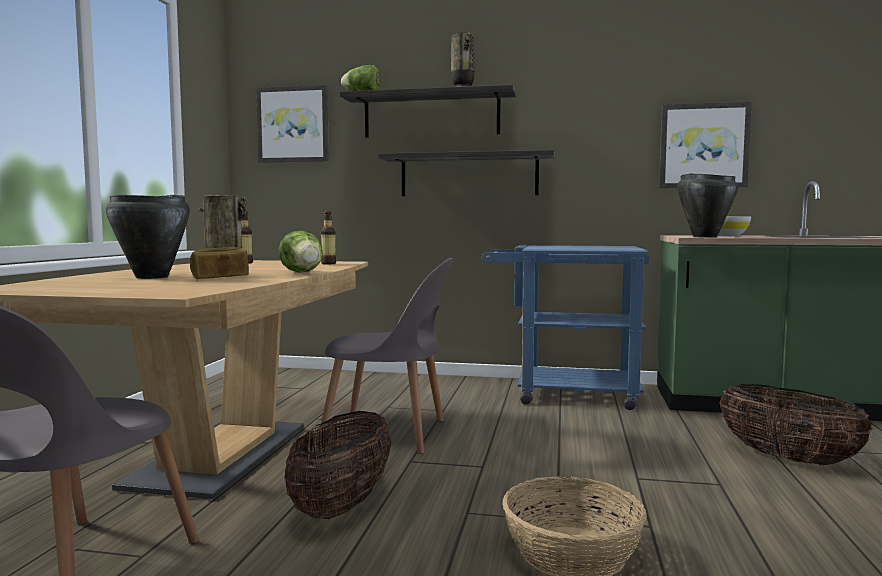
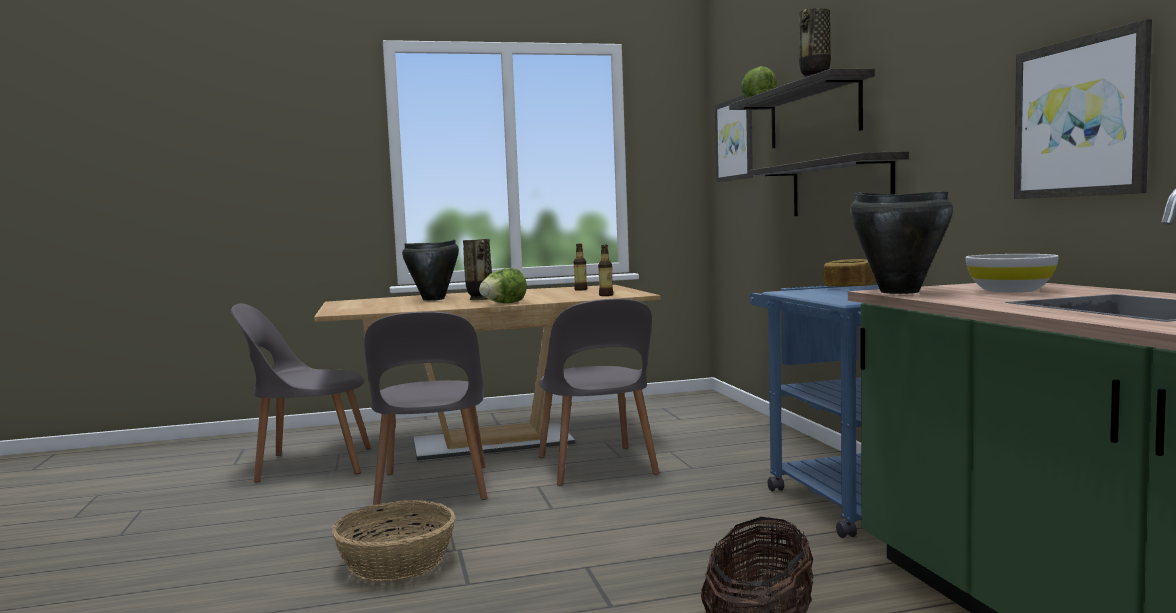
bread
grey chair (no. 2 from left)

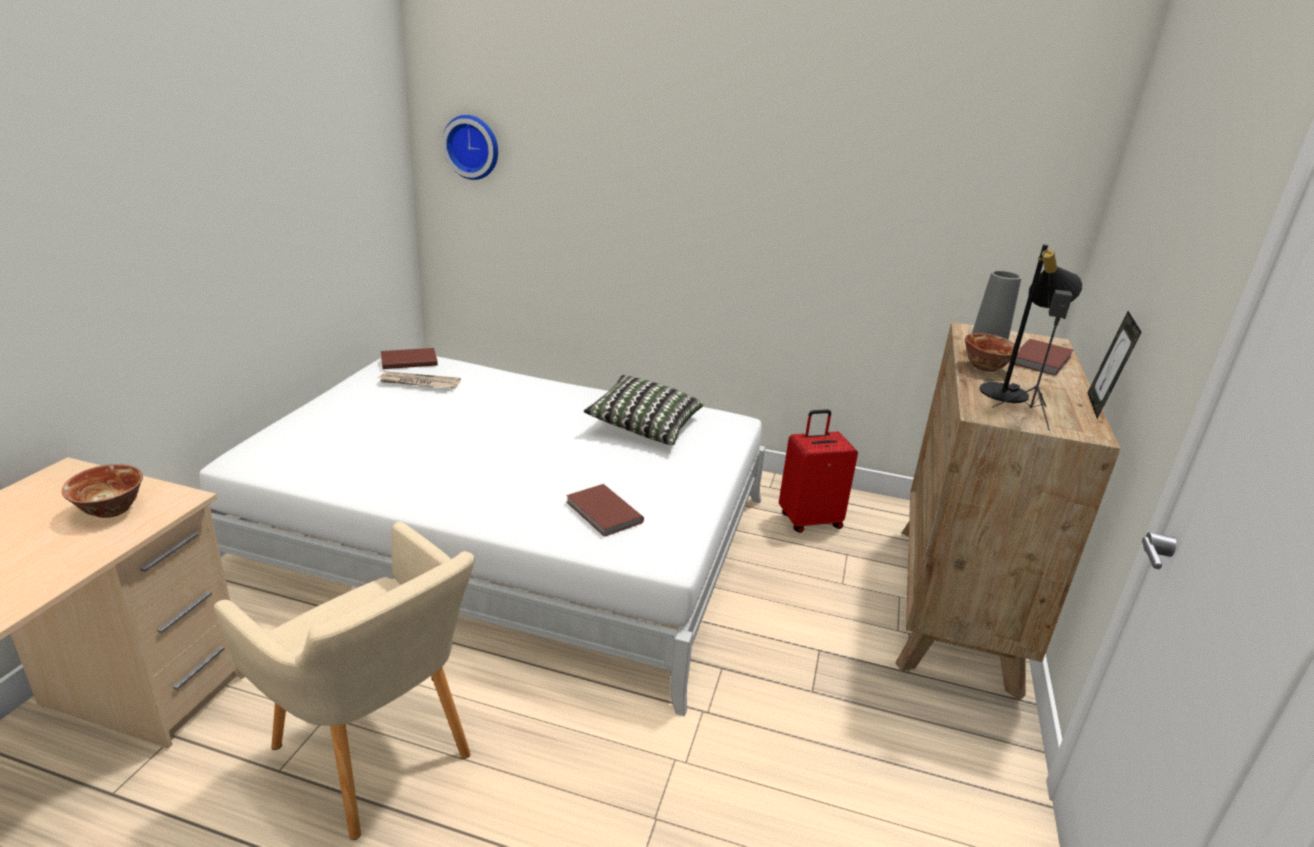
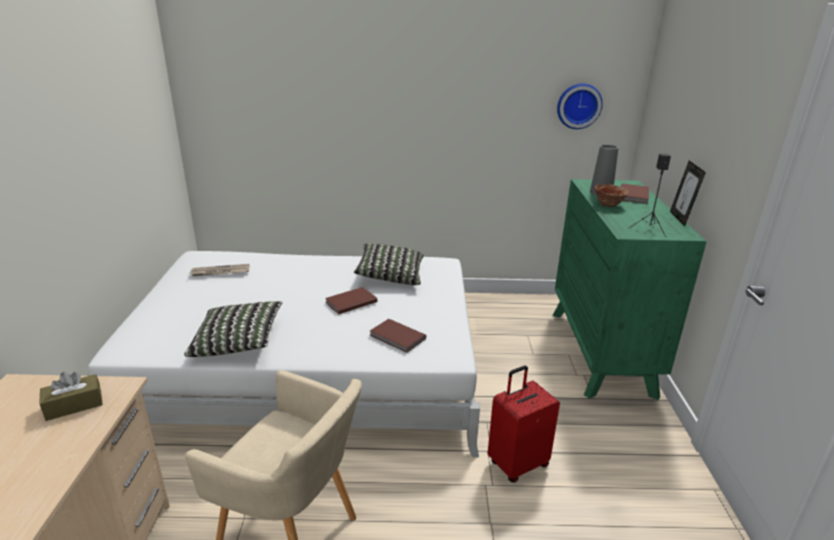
brown tissue box
brown book (no. 1 from left)
wall clock
red suitcase
green dresser
black table lamp
pillow (no. 1 from left)

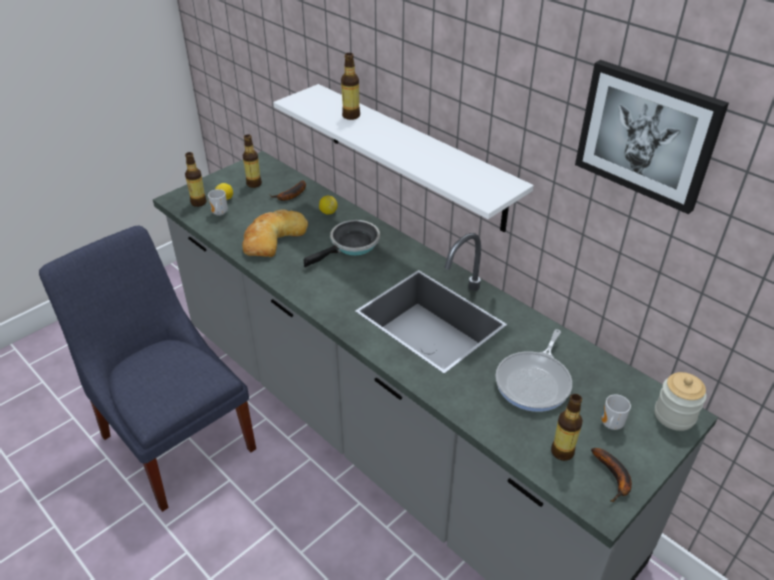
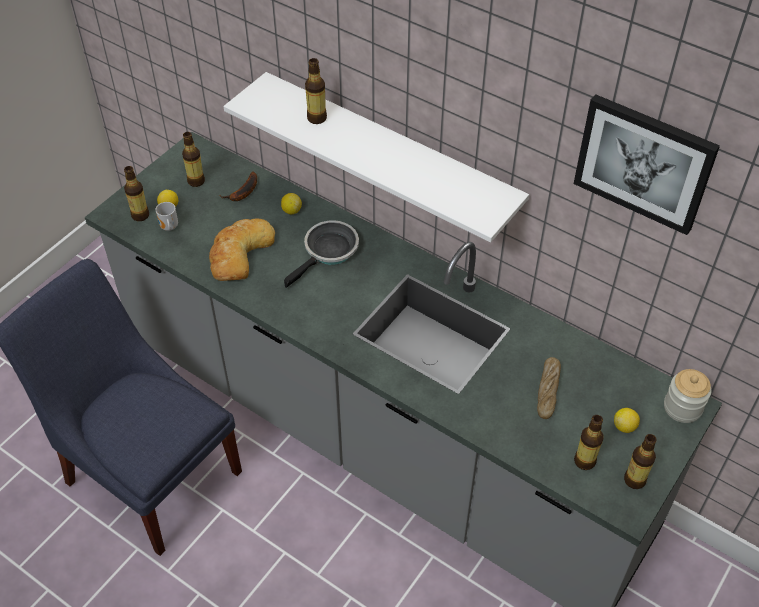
bread (no. 2 from left)
bottle (no. 5 from left)
lemon (no. 3 from left)

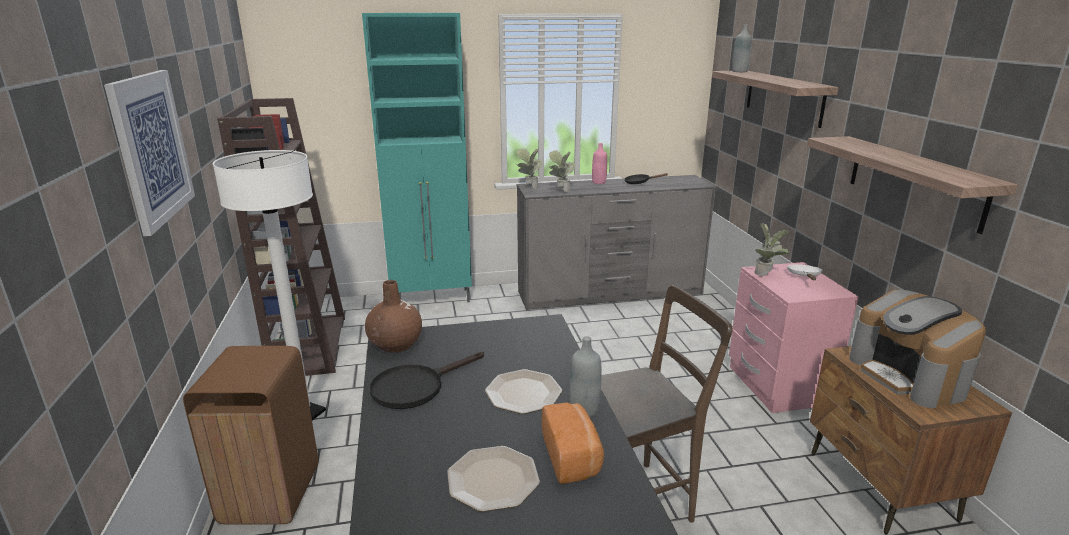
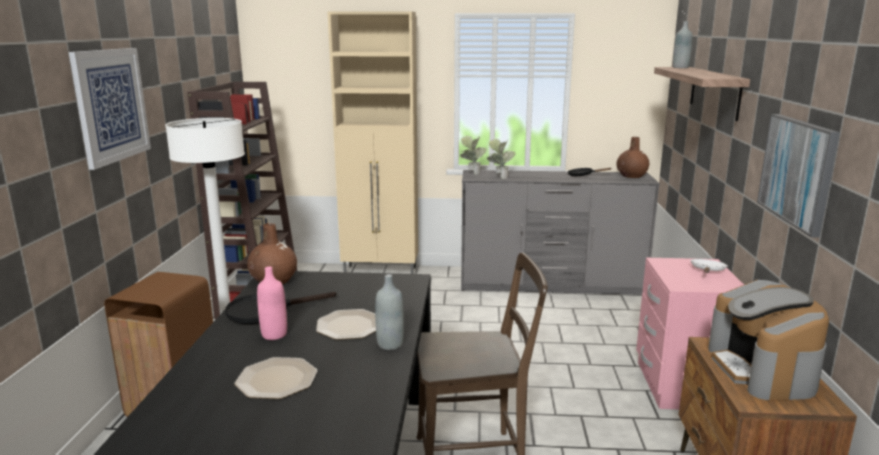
beige cabinet
bread
pink bottle
potted plant (no. 3 from left in the first image)
picture (no. 2 from left)
brown vase (no. 2 from left)

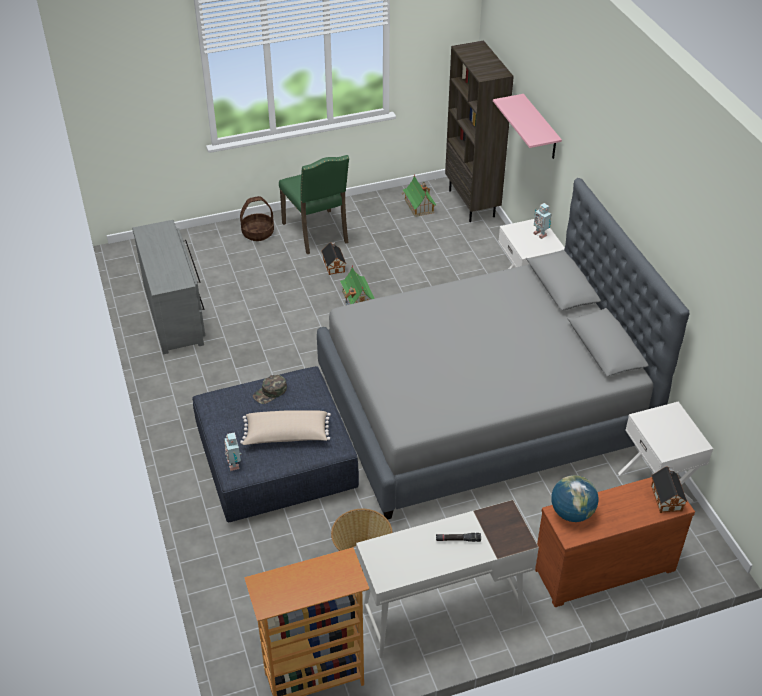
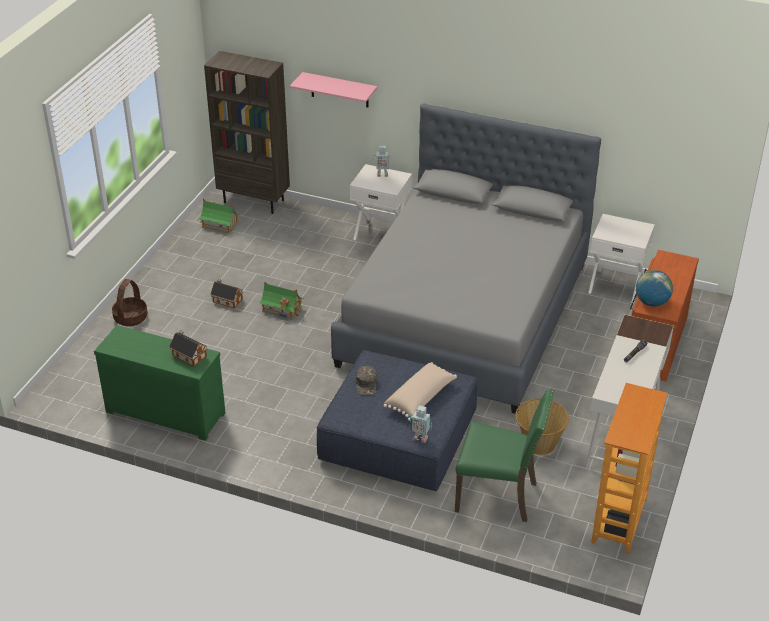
green dresser
green chair
toy house (no. 1 from left)

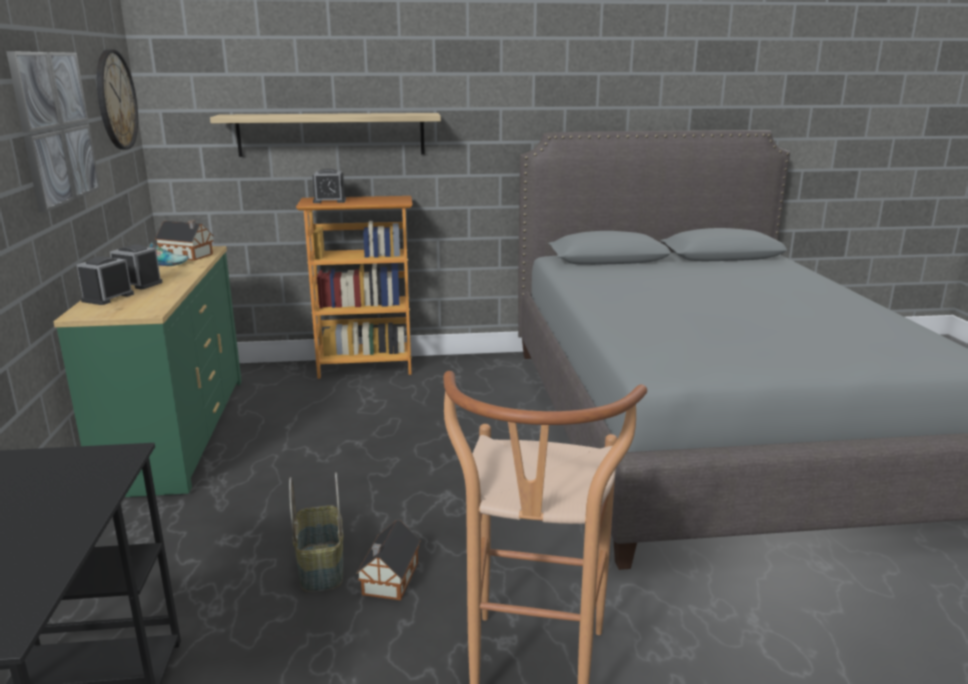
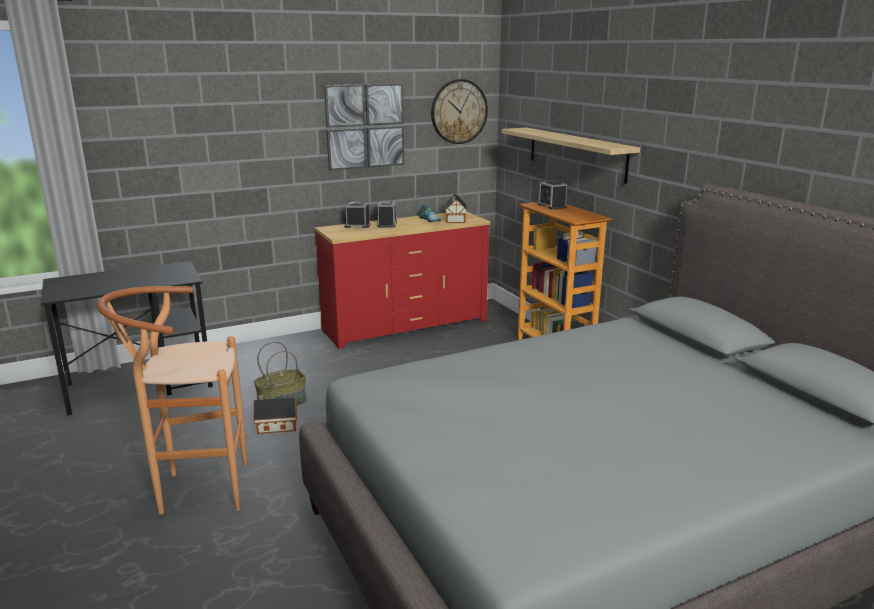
red dresser

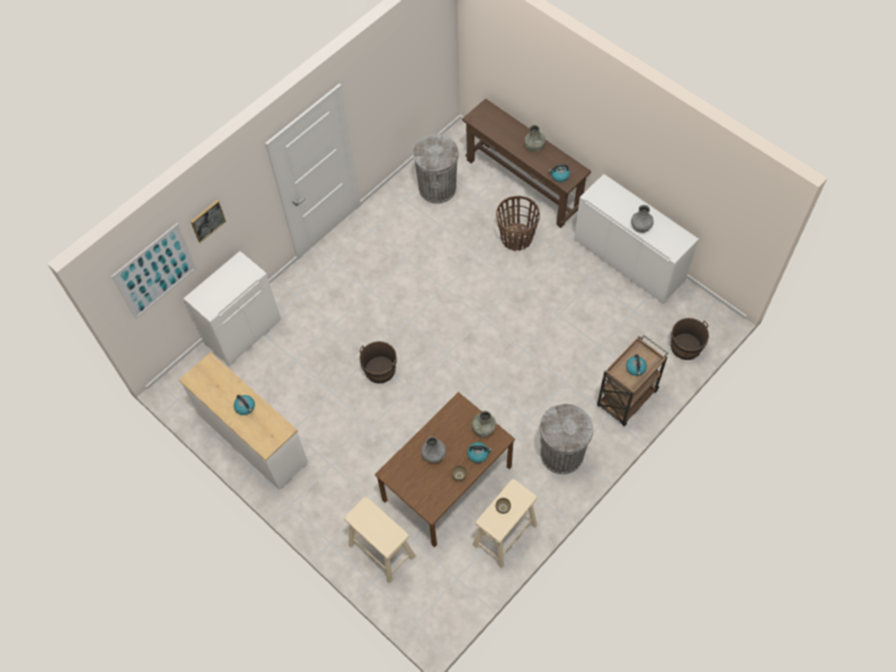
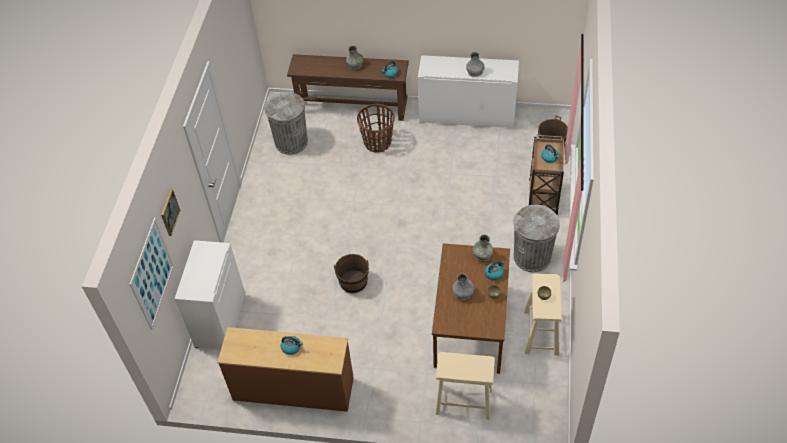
brown dresser

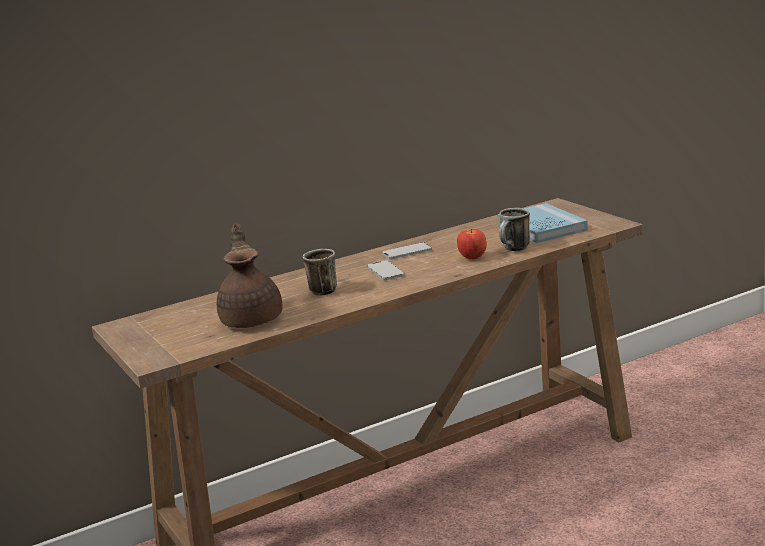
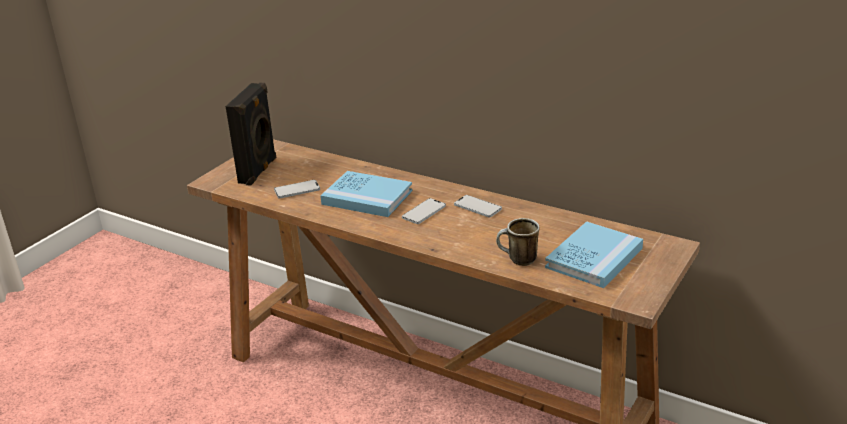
phone (no. 1 from left)
blue book (no. 1 from left)
apple
black speaker

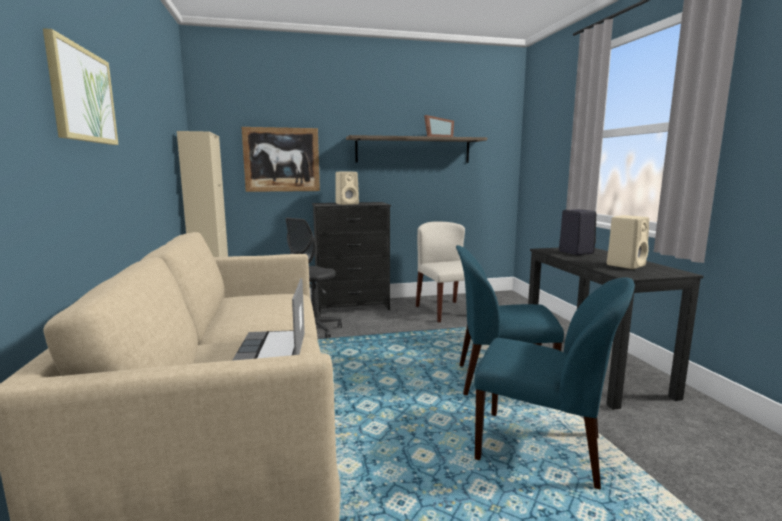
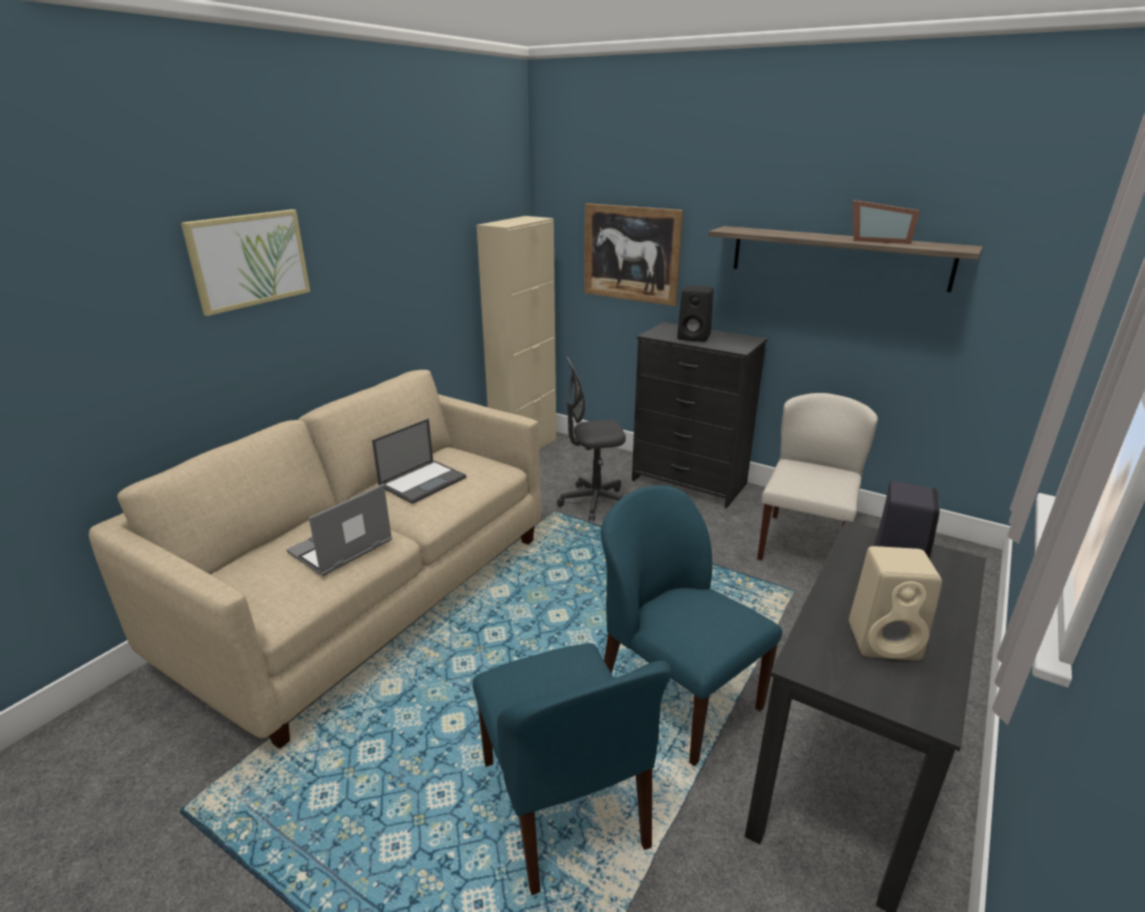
black speaker (no. 1 from left)
laptop (no. 2 from left)

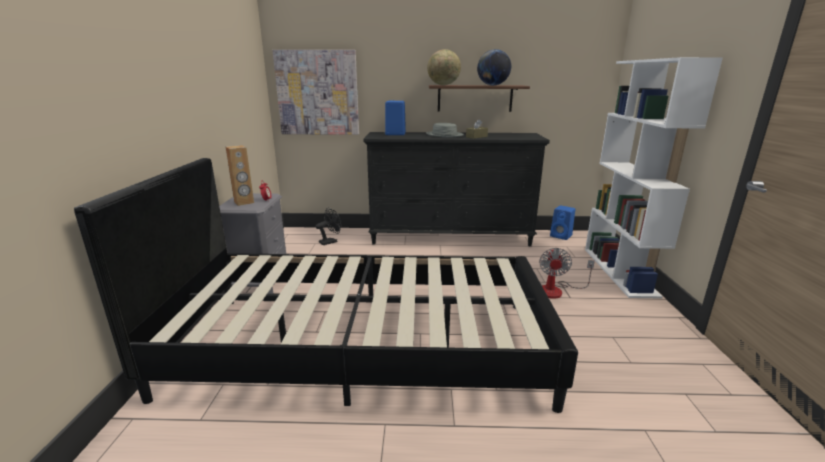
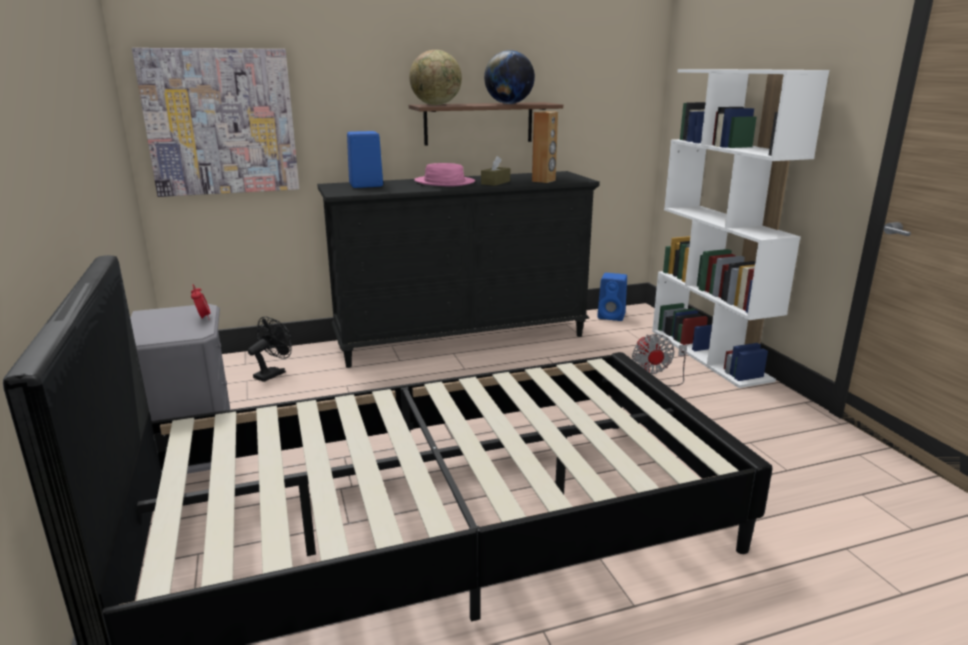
brown speaker
pink hat

